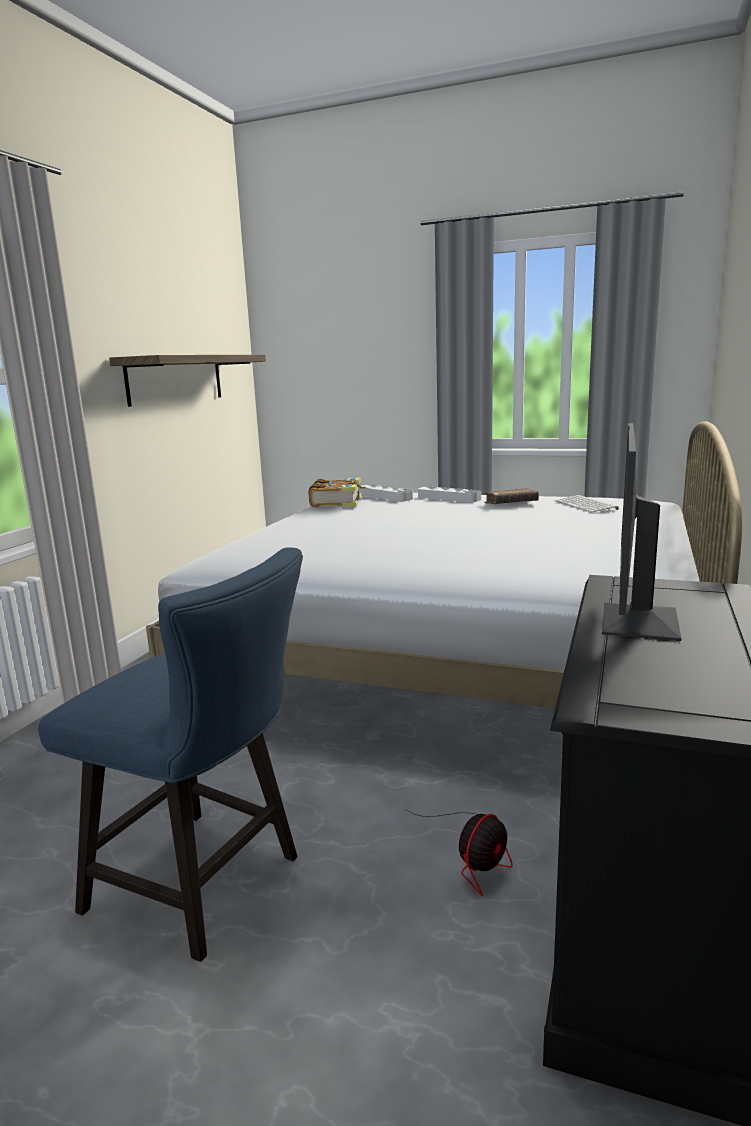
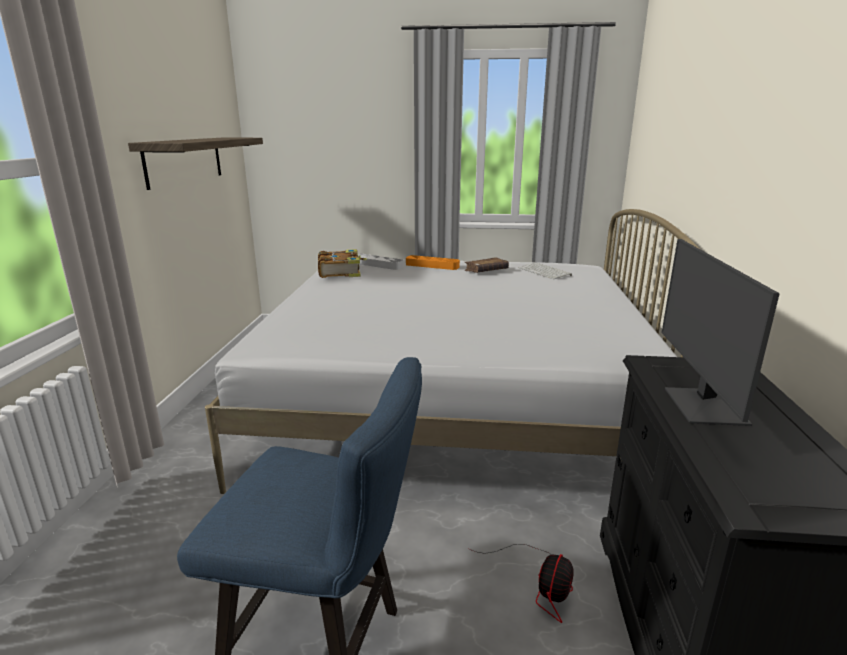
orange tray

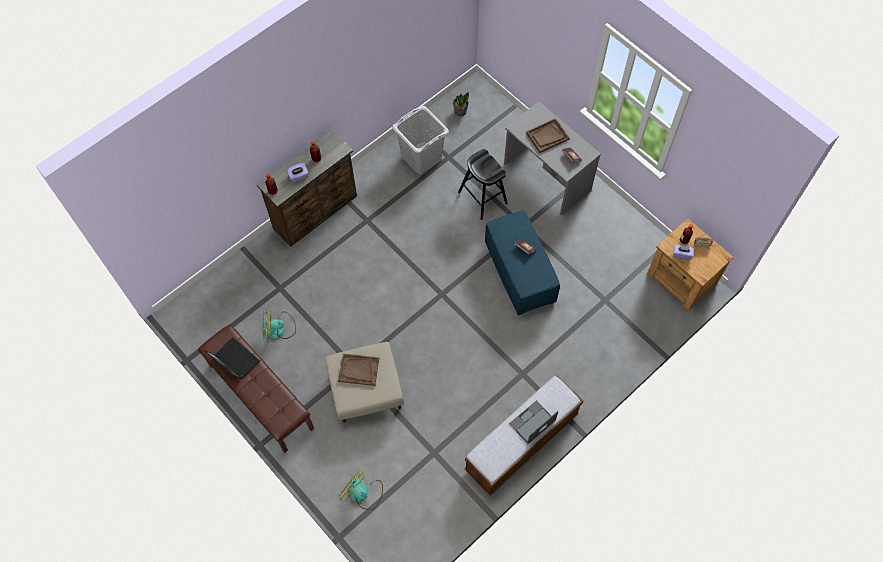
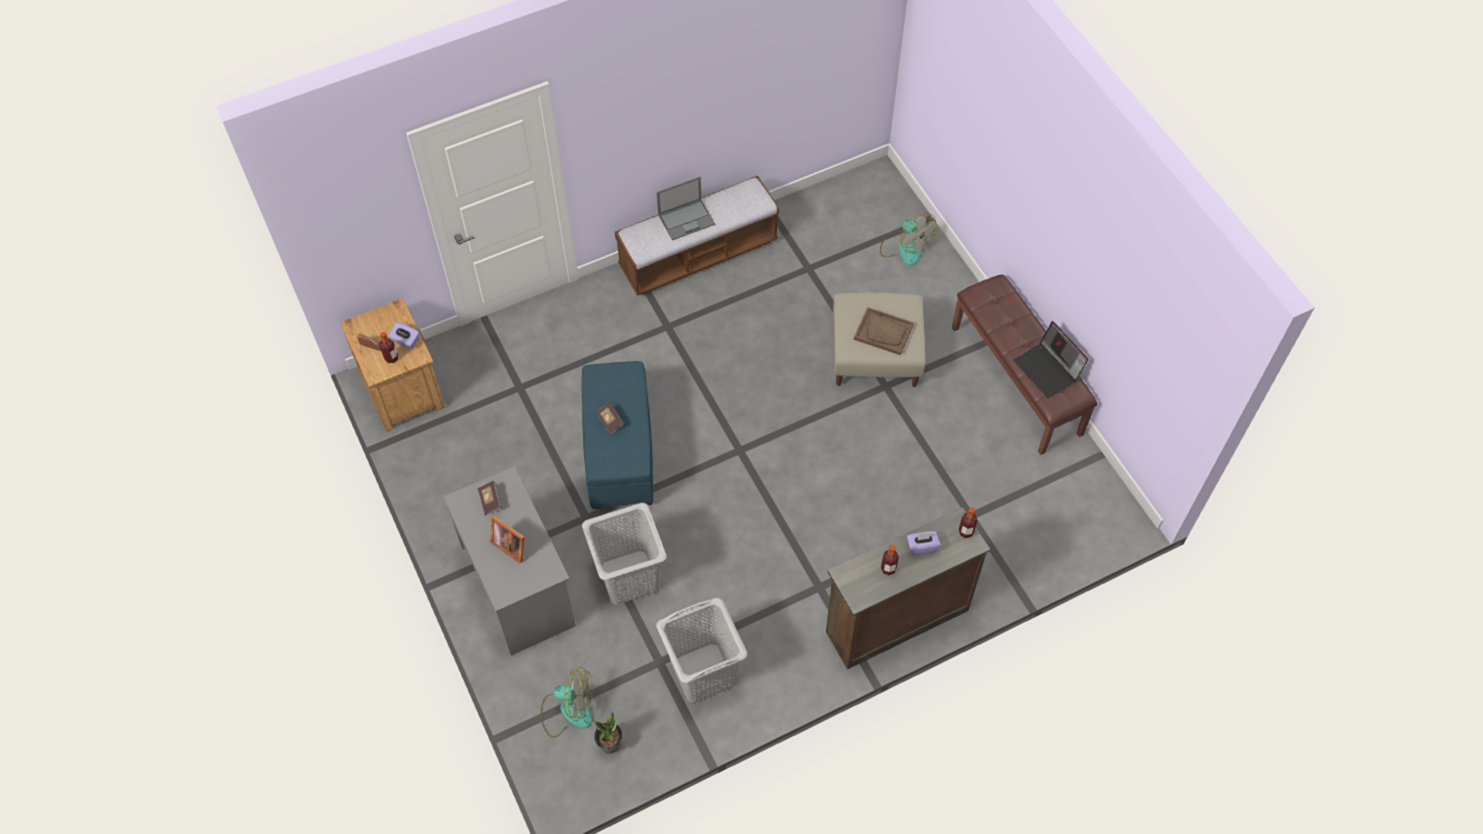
fan (no. 1 from left)
grey laundry basket (no. 1 from left)
picture frame

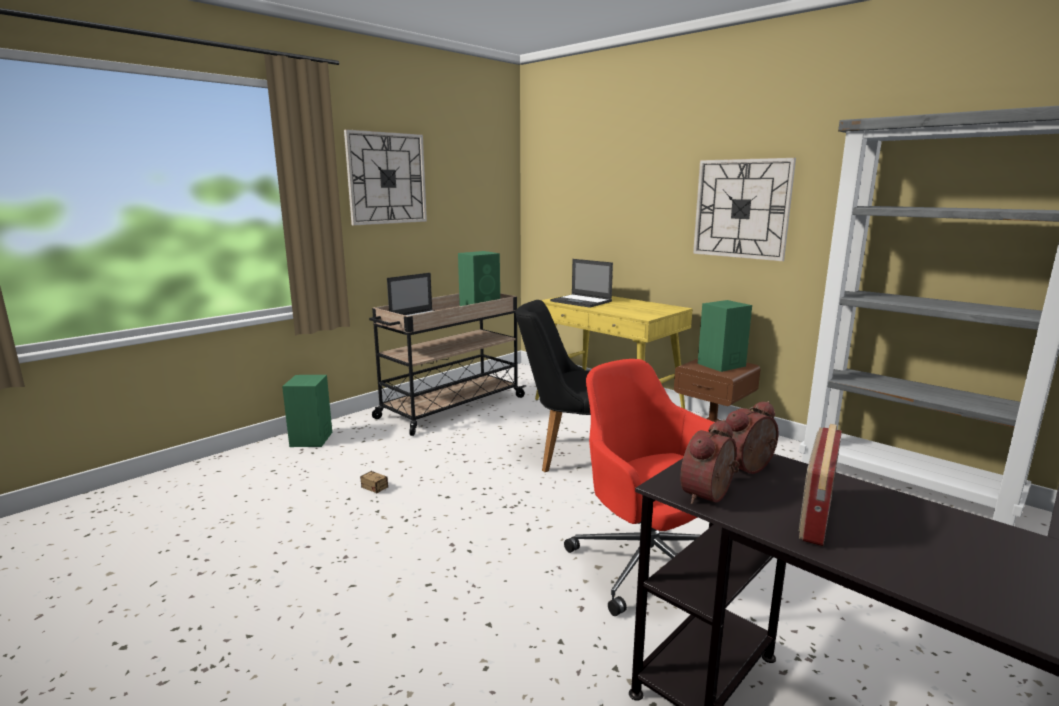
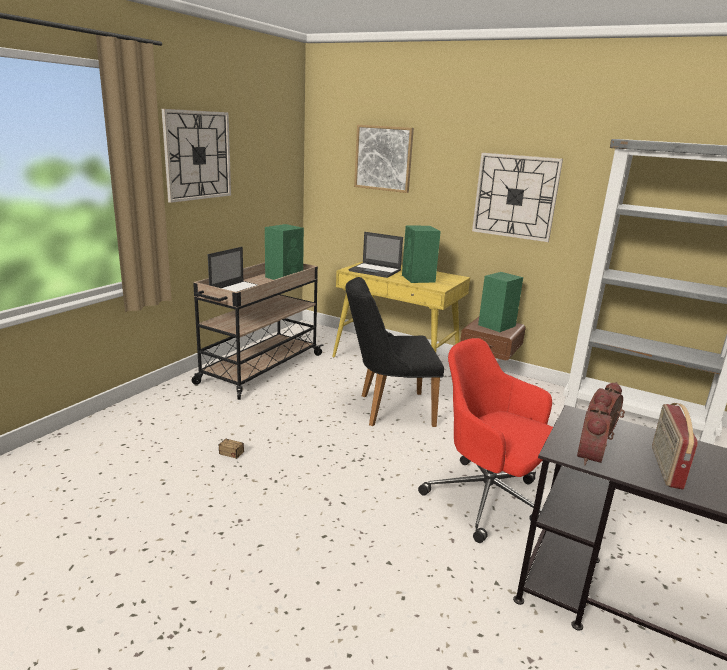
green speaker (no. 2 from left)
picture

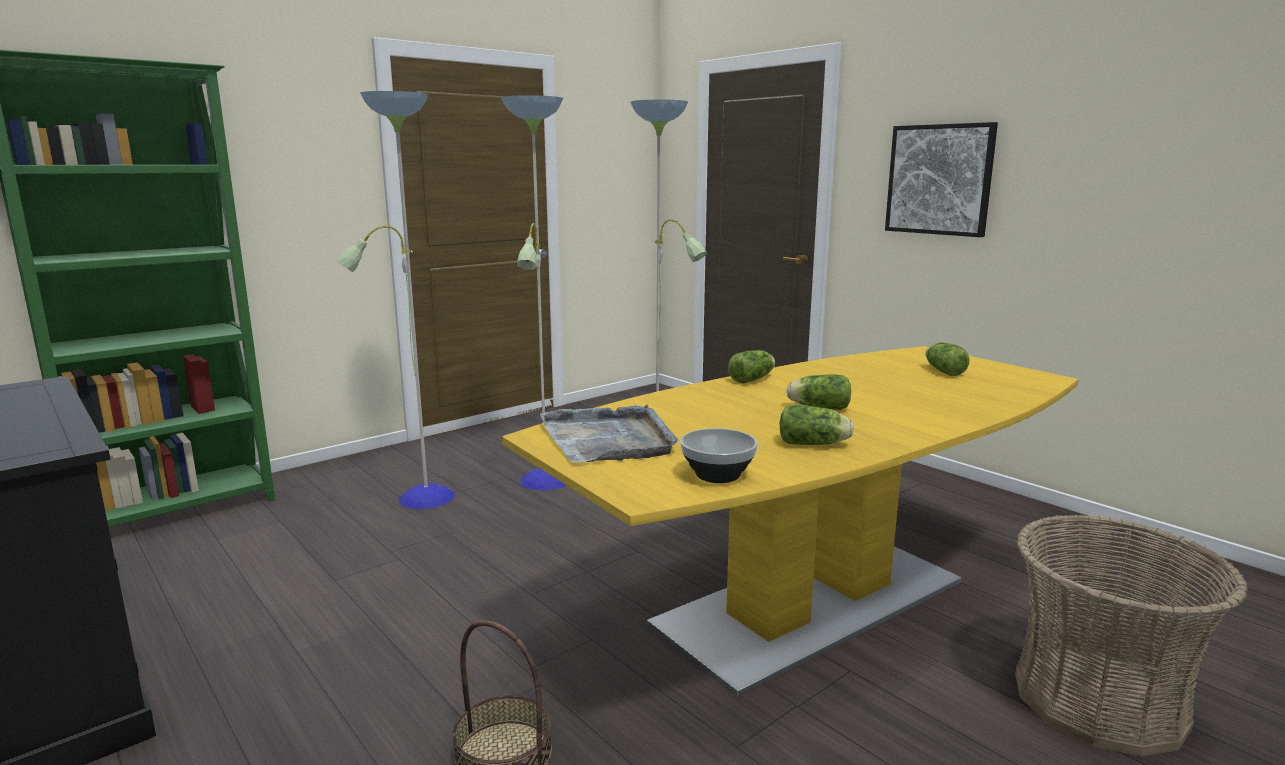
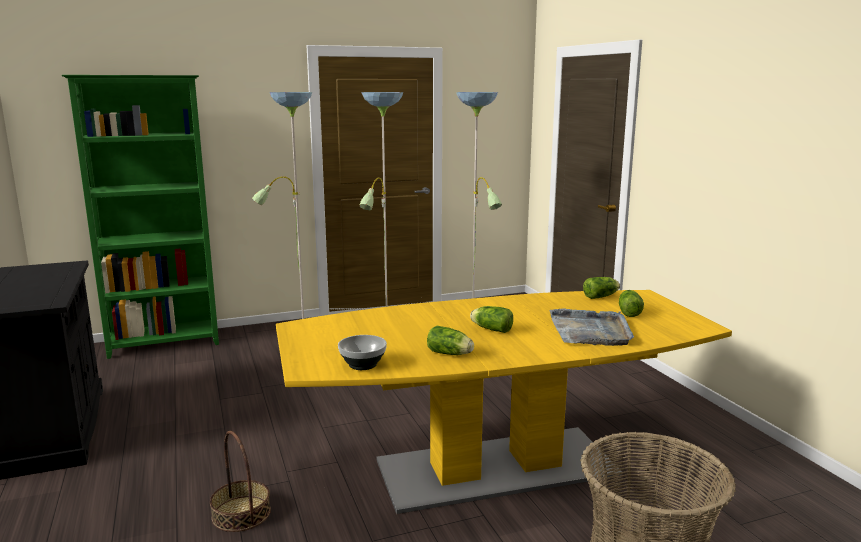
grey tray
lettuce (no. 3 from left)
picture

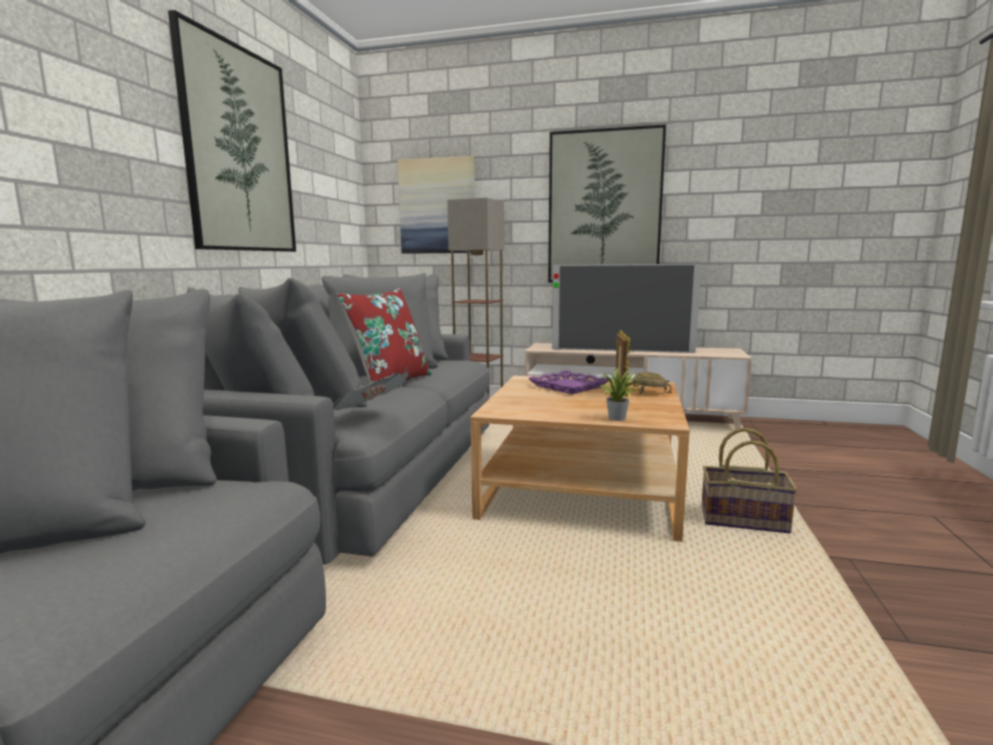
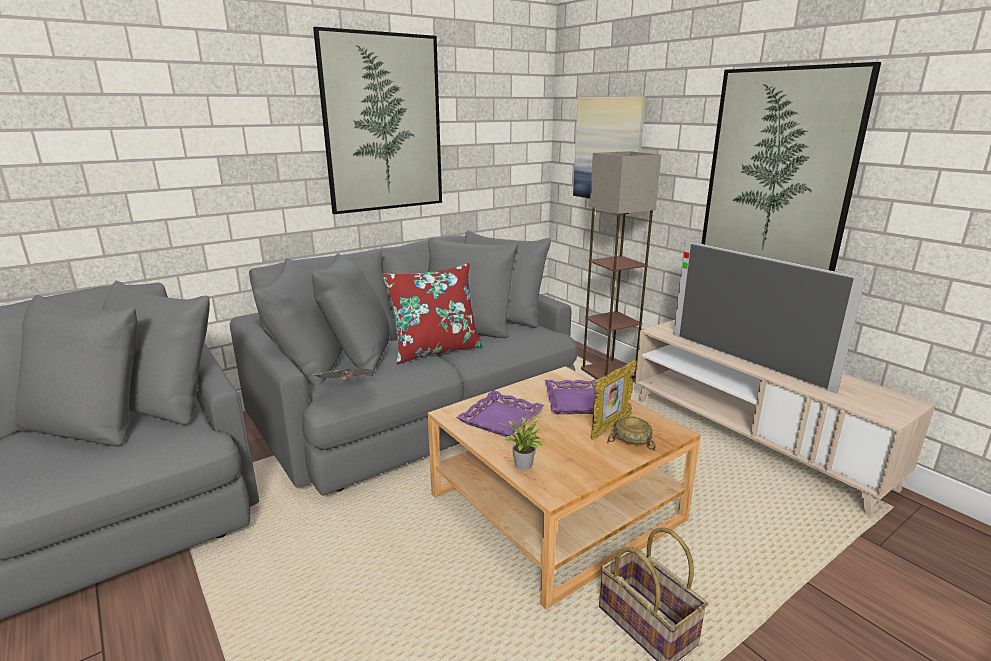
purple tray (no. 1 from left)

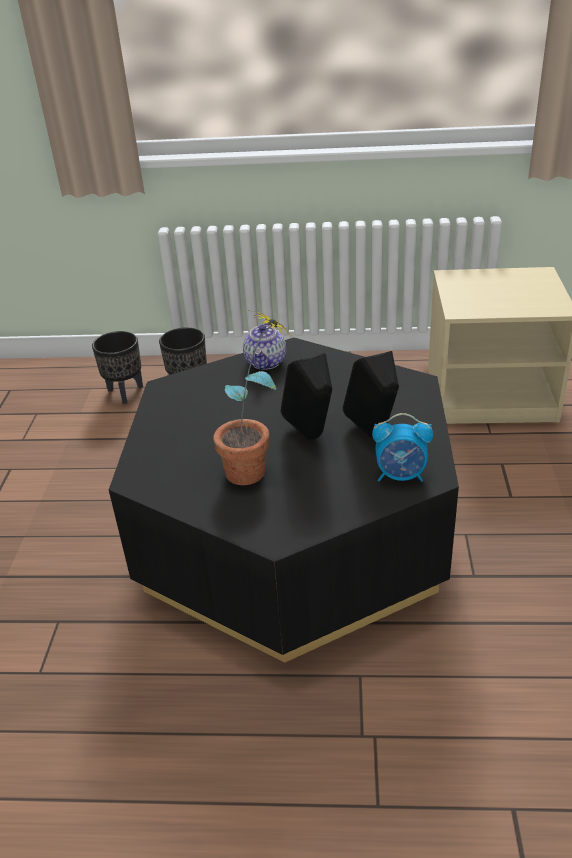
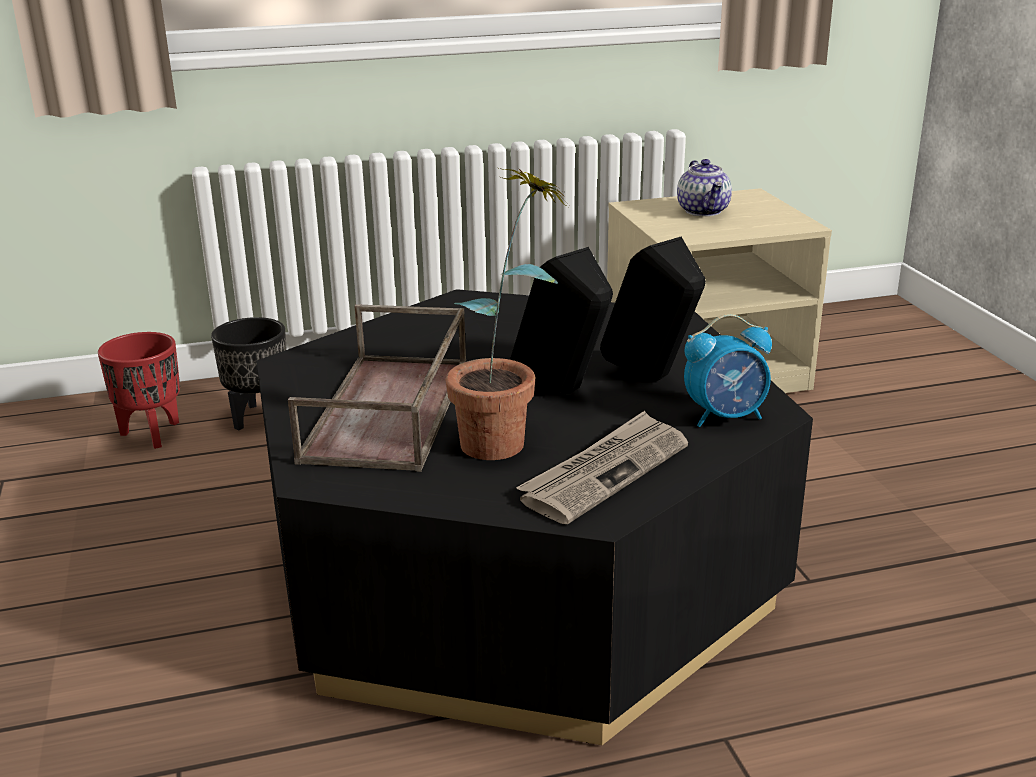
red planter
teapot
brown tray
newspaper

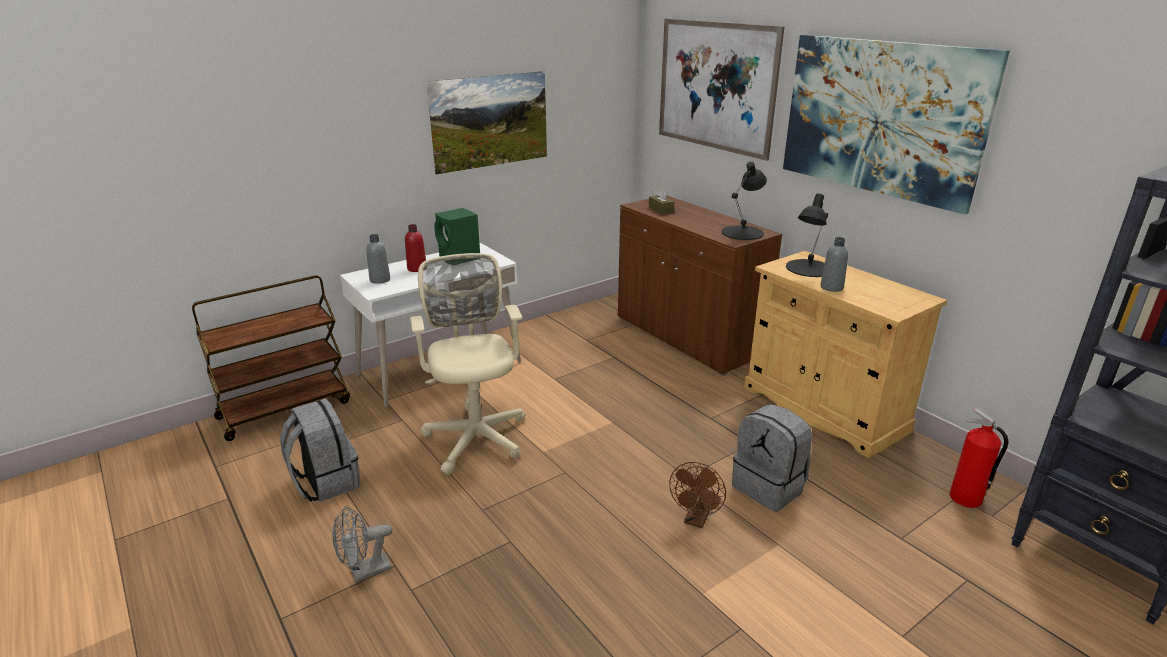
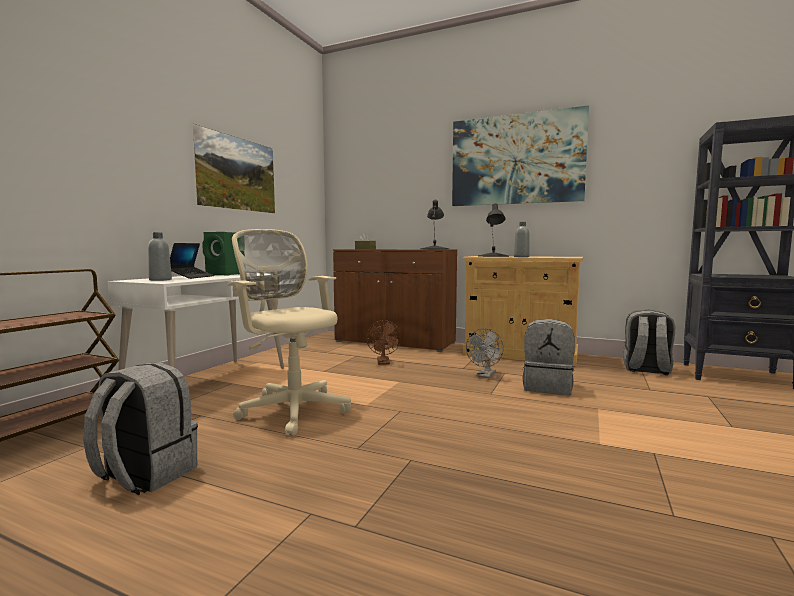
grey fan
laptop
picture (no. 2 from left in the first image)
brown fan
grey backpack (no. 3 from left)

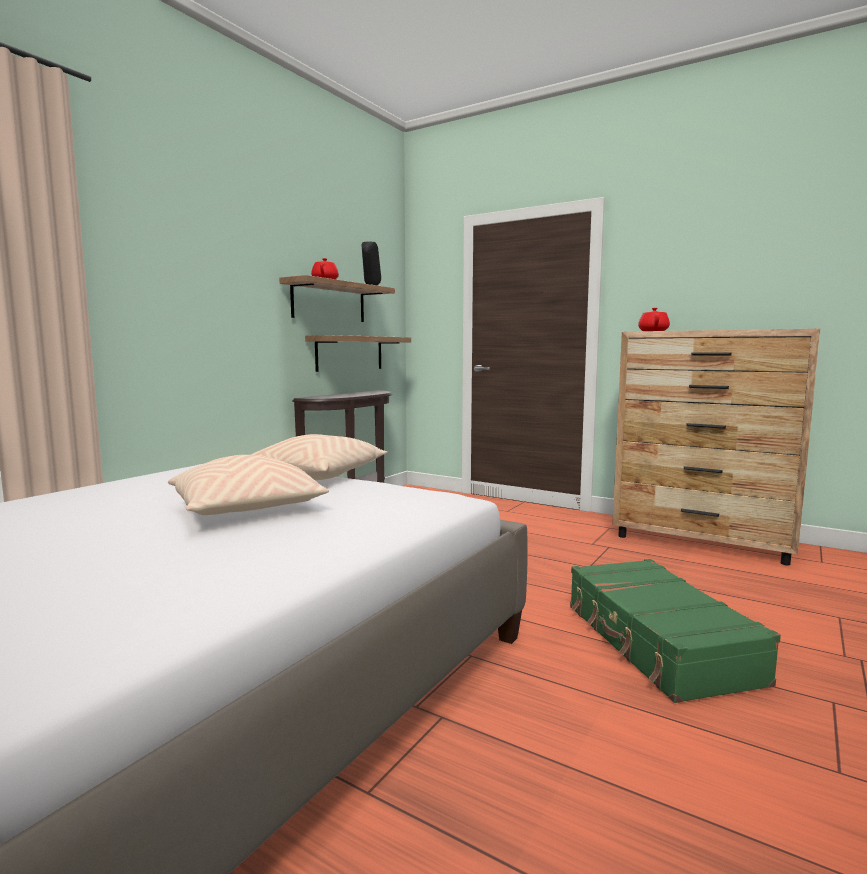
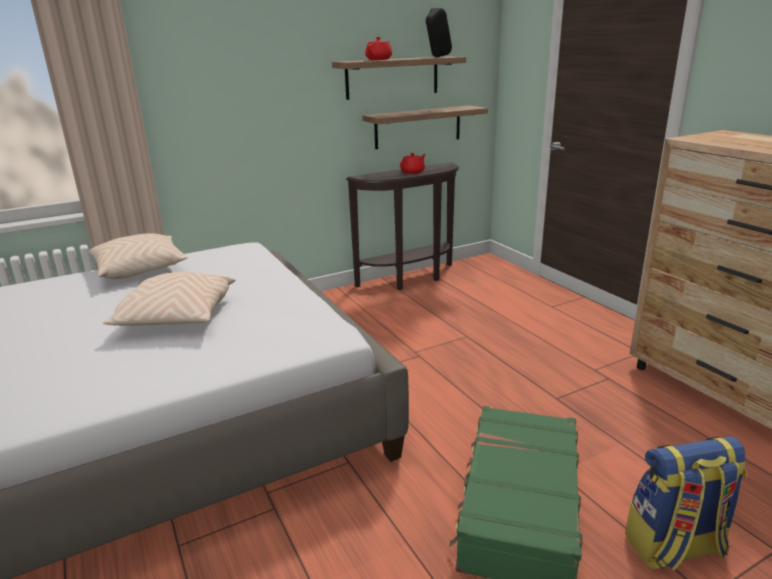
beige pillow (no. 1 from left)
red teapot (no. 2 from left)
backpack

